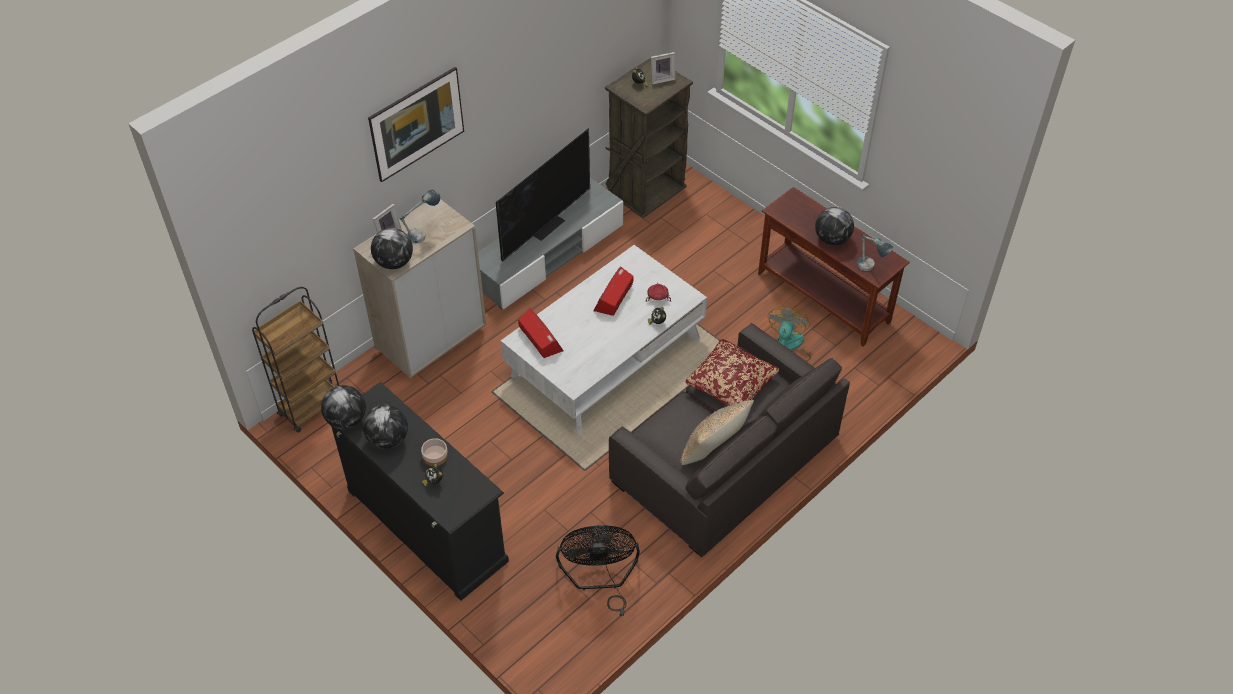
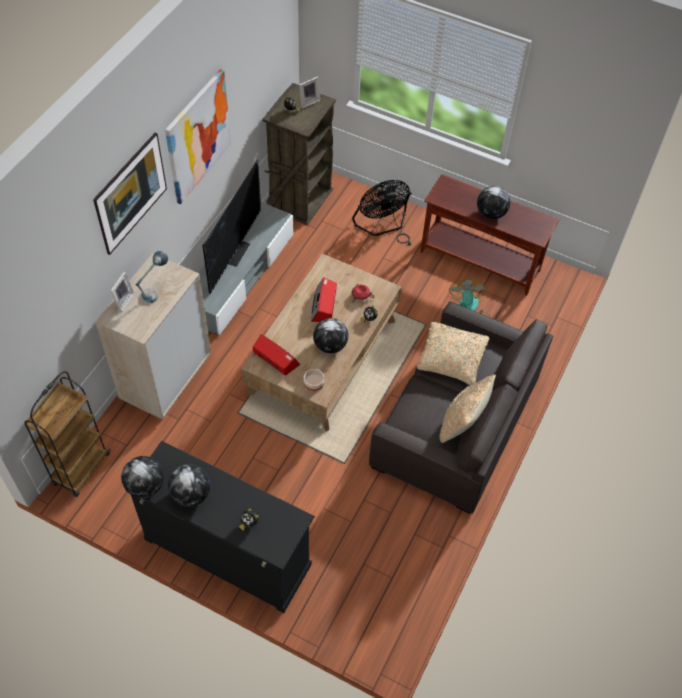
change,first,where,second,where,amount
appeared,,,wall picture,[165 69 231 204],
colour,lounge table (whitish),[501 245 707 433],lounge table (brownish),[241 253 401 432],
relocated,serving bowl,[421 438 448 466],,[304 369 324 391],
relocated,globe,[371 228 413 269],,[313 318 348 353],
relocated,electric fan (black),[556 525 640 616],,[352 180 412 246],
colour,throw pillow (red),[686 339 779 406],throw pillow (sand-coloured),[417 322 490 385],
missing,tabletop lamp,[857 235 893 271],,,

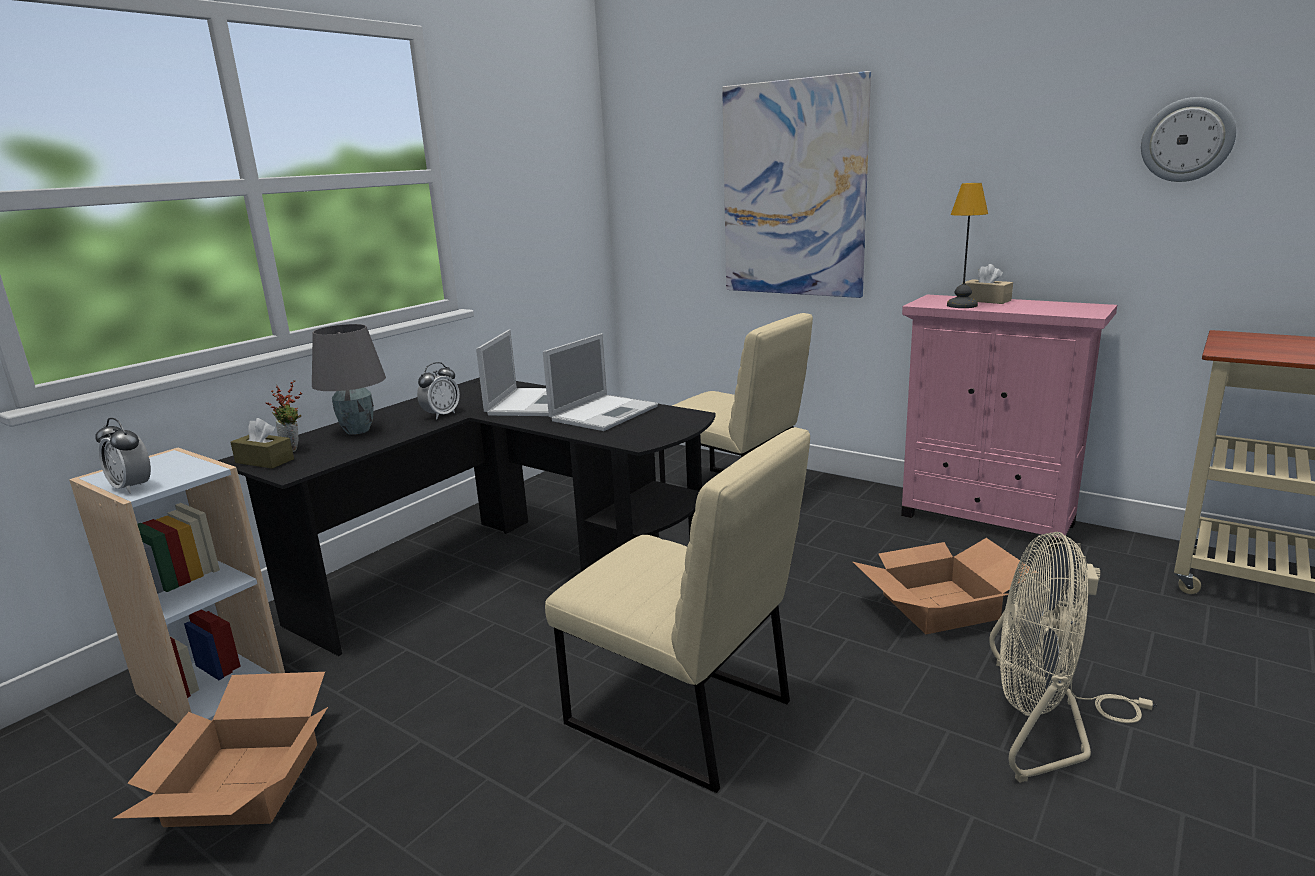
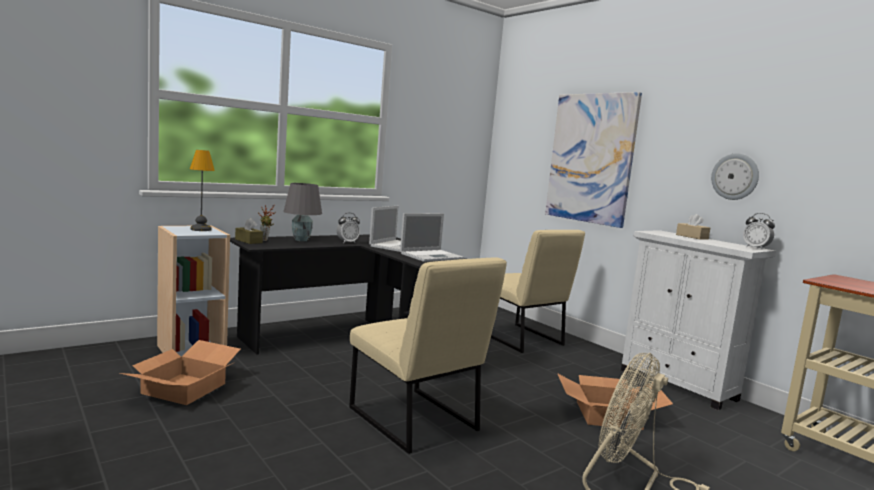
change,first,where,second,where,amount
relocated,tabletop lamp,[947 183 988 308],,[190 150 215 231],
colour,cupboard (pink-coloured),[901 295 1117 549],cupboard (whitish),[621 230 776 410],
relocated,wall clock,[1141 97 1236 182],,[711 153 759 200],
relocated,bedside clock,[95 418 151 494],,[743 213 775 249],

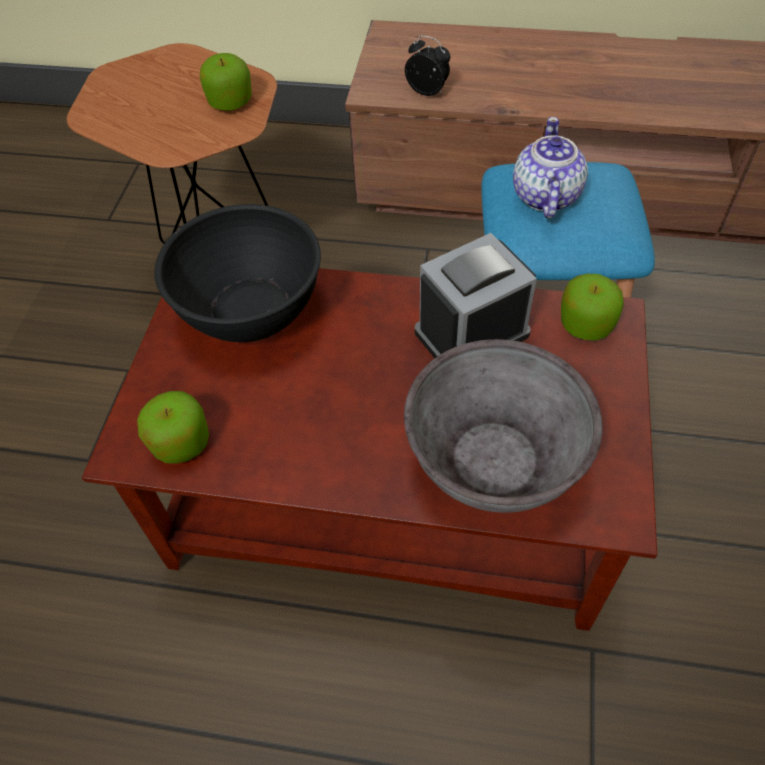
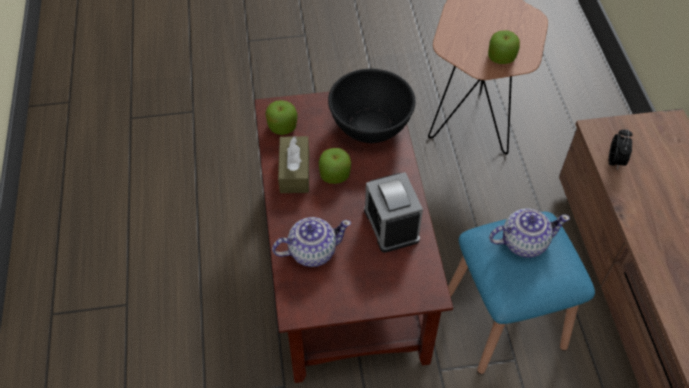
change,first,where,second,where,amount
exchanged,serving bowl (gray),[404 339 603 513],teapot,[272 217 351 267],
appeared,,,tissue holder (brownish),[278 136 309 193],
relocated,apple fruit,[561 274 624 340],,[319 148 351 184],
spun,bedside clock,[415 233 537 358],,[364 172 423 253],150 degrees counterclockwise

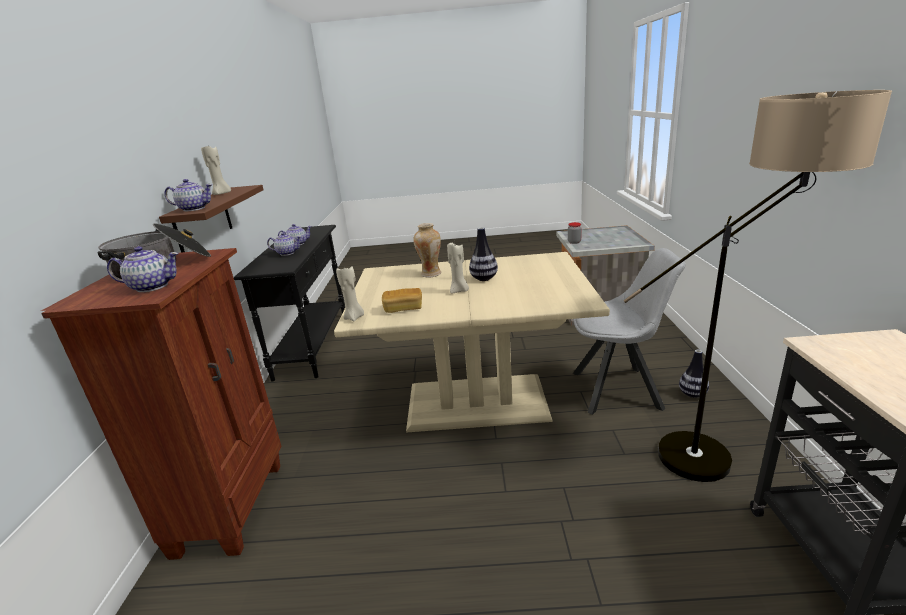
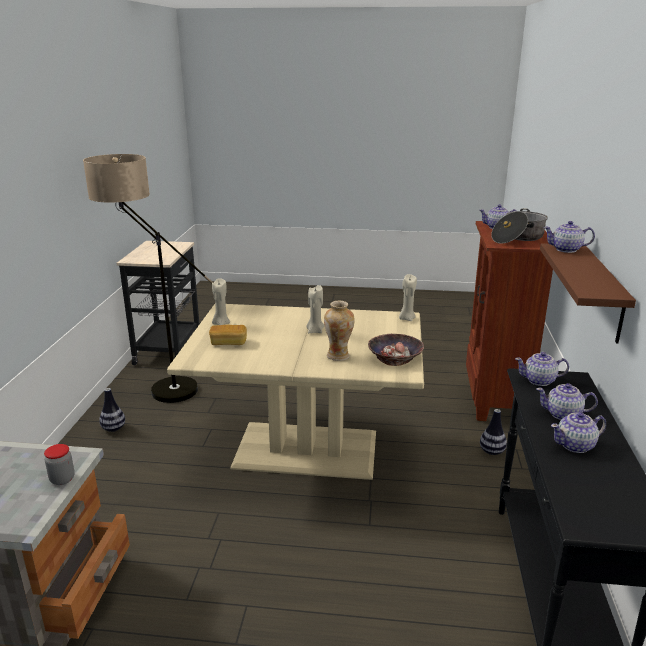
change,first,where,second,where,amount
relocated,bakery bread,[382 288 422 313],,[209 325 247 345],
relocated,wax candle (sand-coloured),[201 146 231 195],,[212 278 230 325],
appeared,,,serving bowl,[368 334 424 366],
relocated,decorative vase,[469 227 498 281],,[480 409 507 455],
appeared,,,teapot,[515 352 569 386],
missing,plain chair (gray),[573 248 686 415],,,

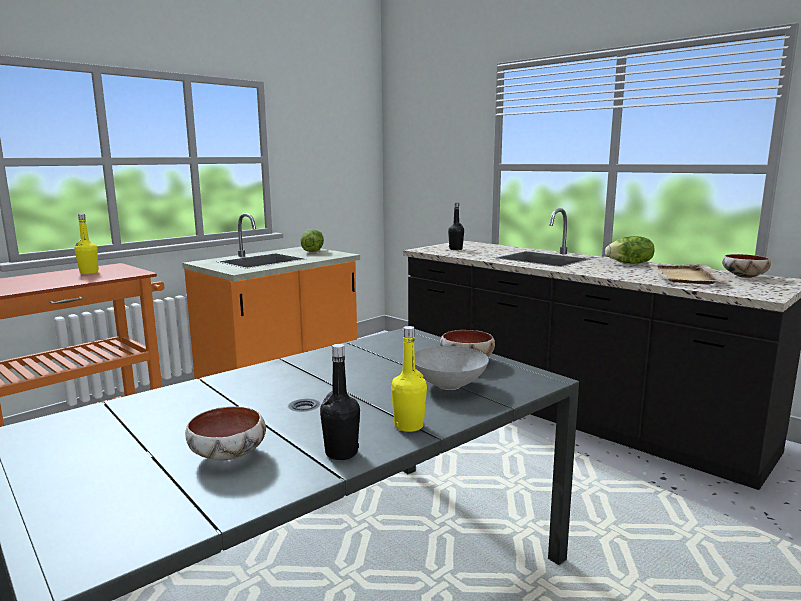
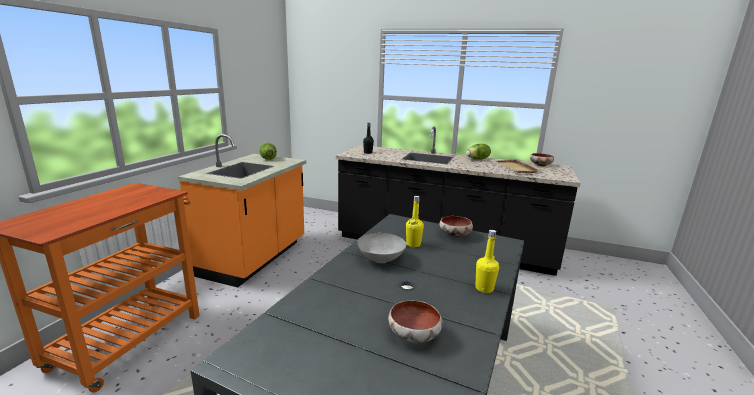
change,first,where,second,where,amount
relocated,serving bowl (gray),[415 346 489 390],,[357 233 406 263],
relocated,bottle (yellow-coloured),[75 214 99 274],,[406 196 424 247],
missing,bottle (black),[320 344 360 460],,,

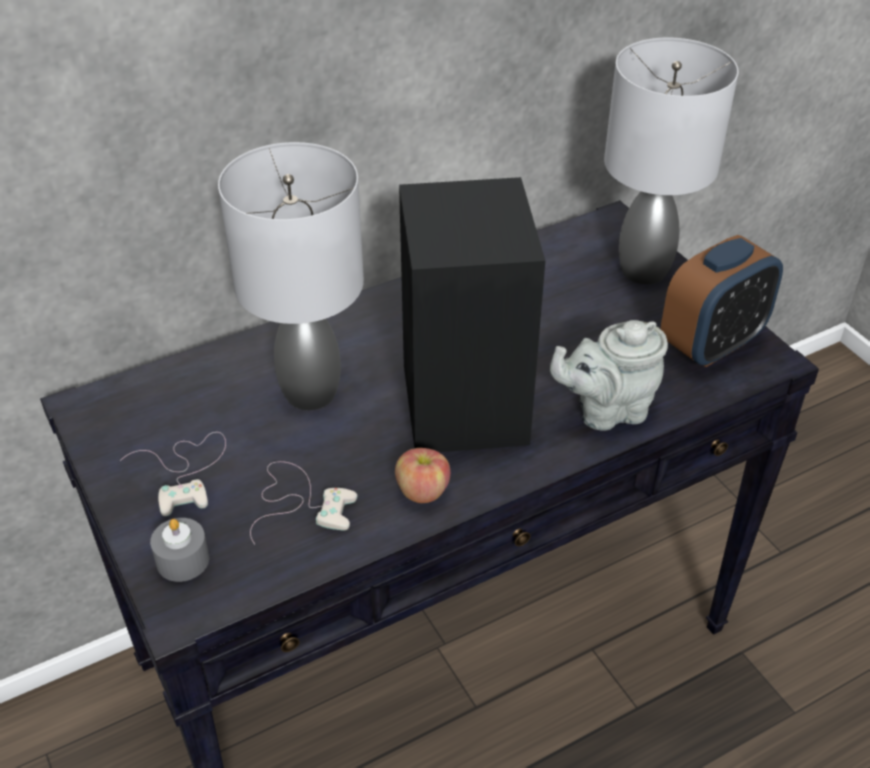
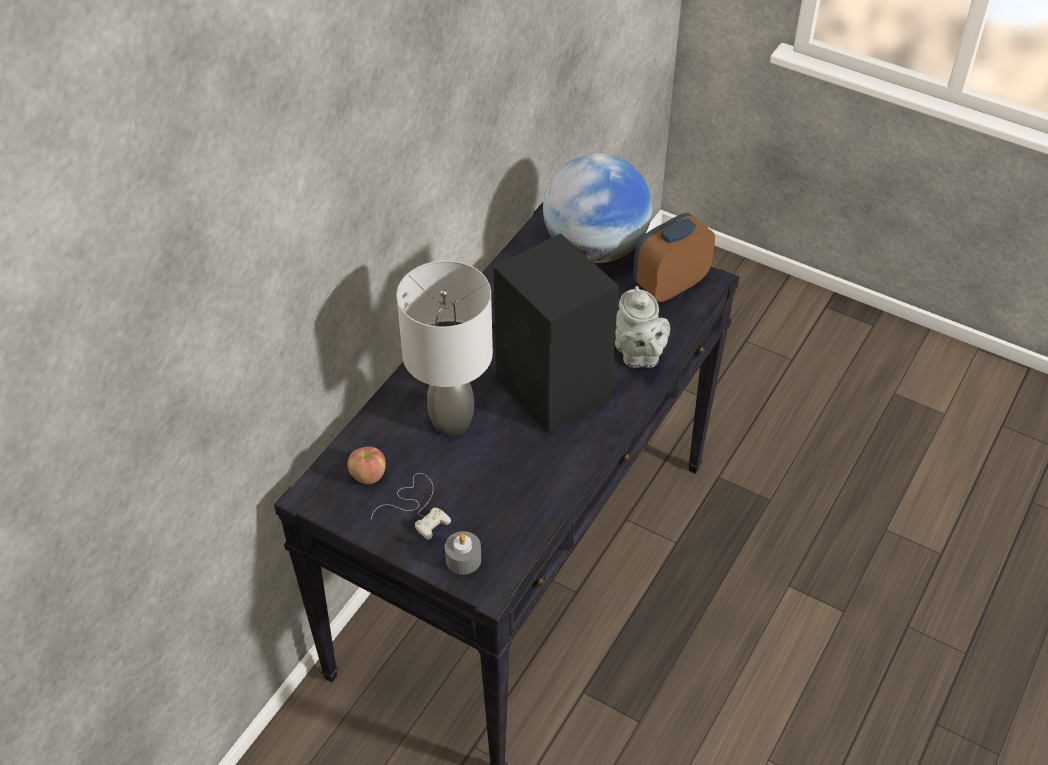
change,first,where,second,where,amount
relocated,apple fruit,[395 448 451 503],,[347 446 386 484],
exchanged,tabletop lamp (gray),[604 37 739 284],globe,[543 153 652 263],
spun,teapot (gray),[550 320 668 431],,[615 286 670 368],60 degrees counterclockwise
spun,bedside clock,[661 235 783 367],,[633 213 715 302],150 degrees counterclockwise
missing,joypad (whitish),[250 461 357 544],,,

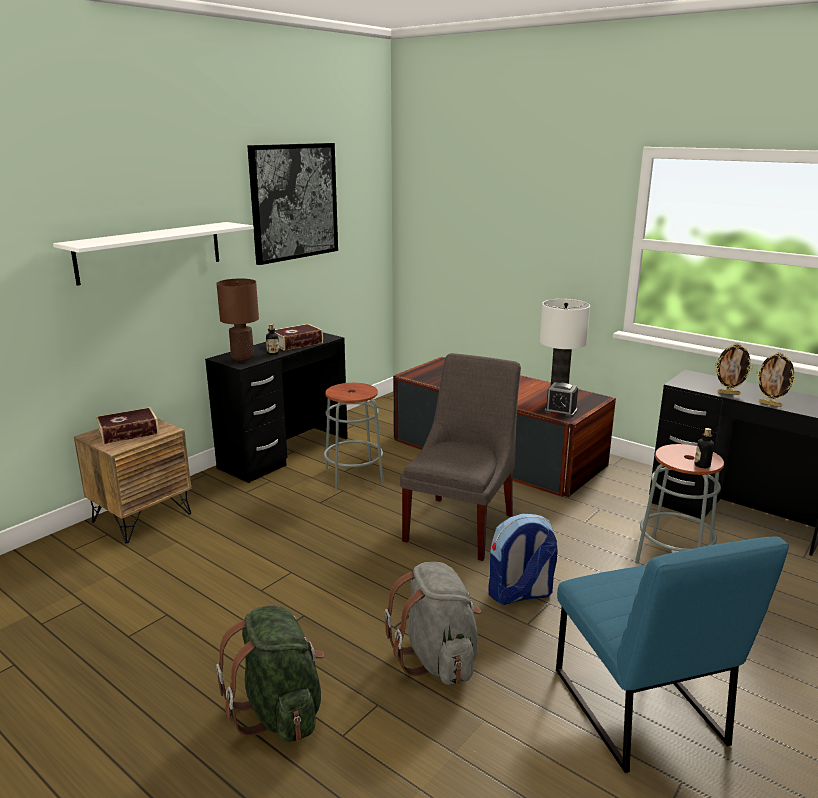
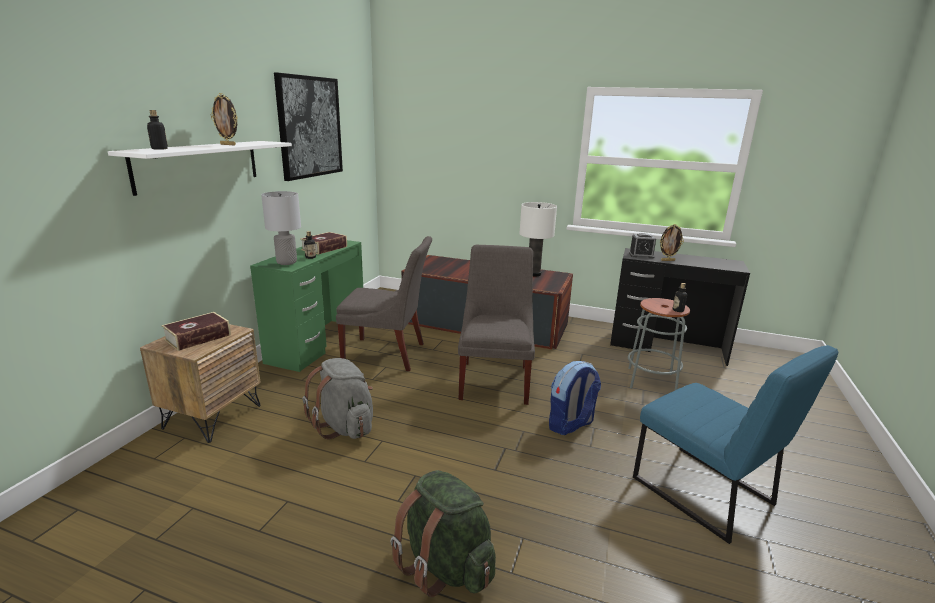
change,first,where,second,where,amount
appeared,,,bottle,[147 110 168 150],
relocated,standing frame,[756 352 796 407],,[211 93 238 145],
colour,desk (black),[205 333 348 483],desk (green),[250 240 363 372],
colour,tabletop lamp (brownish),[216 278 259 361],tabletop lamp (gray),[261 191 301 265],
relocated,backpack (gray),[385 562 481 685],,[303 358 373 439],
exchanged,stool (gray),[324 383 384 491],plain chair (gray),[336 236 432 371],
relocated,bedside clock,[545 382 578 417],,[629 233 656 258],

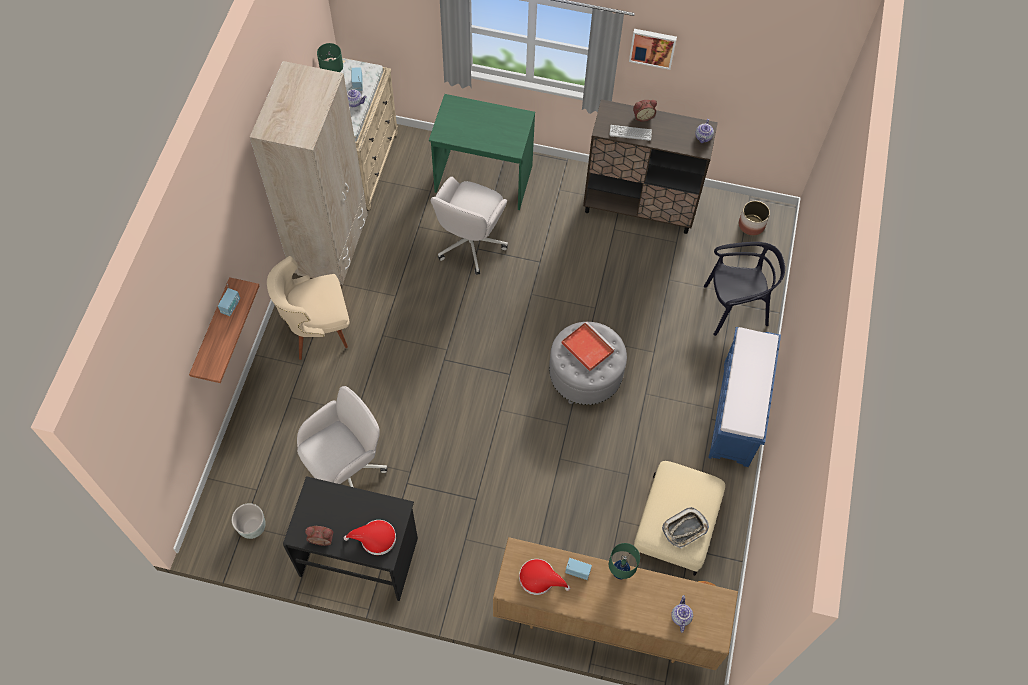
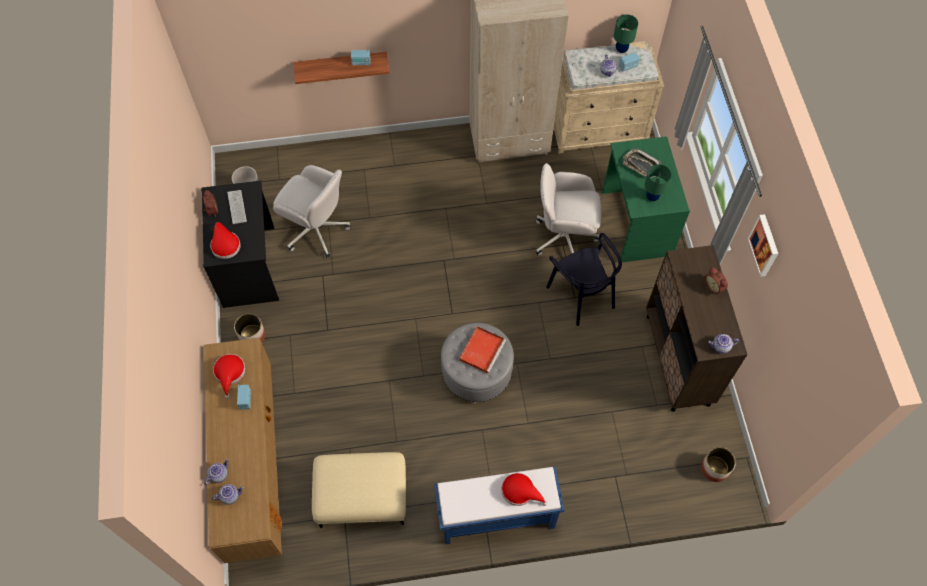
change,first,where,second,where,amount
appeared,,,teapot,[204 459 229 485],
relocated,computer keyboard,[609 125 652 141],,[227 190 247 224],
appeared,,,plant pot,[234 313 266 342],
appeared,,,wearable hat (red),[502 473 547 506],
relocated,plain chair (black),[704 242 785 336],,[546 233 622 326],
relocated,tray,[662 507 709 548],,[623 149 661 178],
relocated,tabletop lamp (green),[609 543 640 579],,[645 164 671 201],
missing,plain chair (sand-coloured),[267 256 349 360],,,

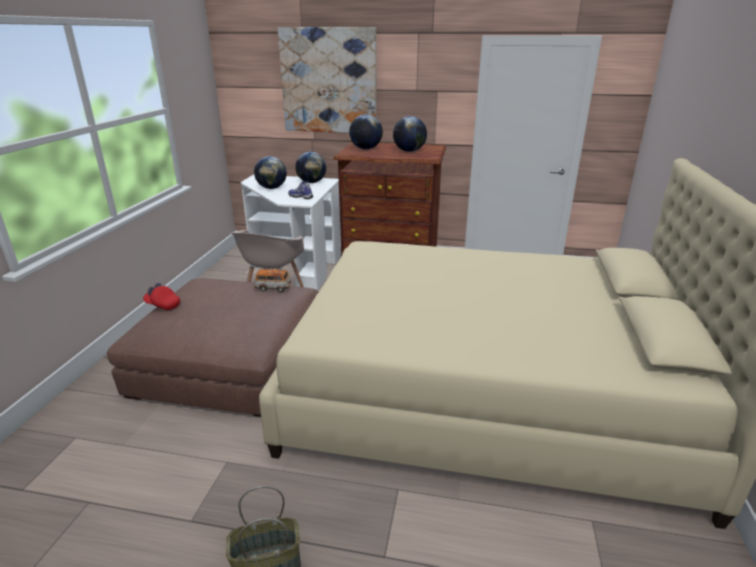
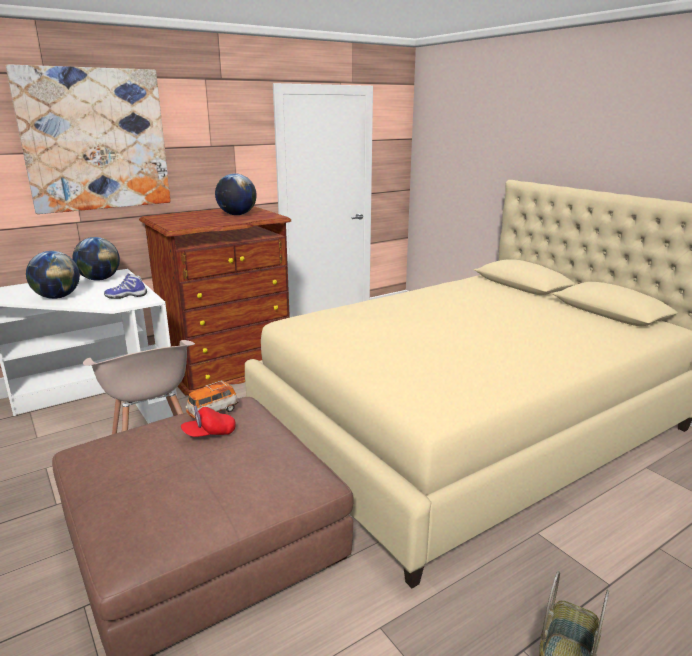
change,first,where,second,where,amount
relocated,peaked cap (red),[143 283 180 310],,[181 405 236 437],
missing,globe,[349 114 383 149],,,

